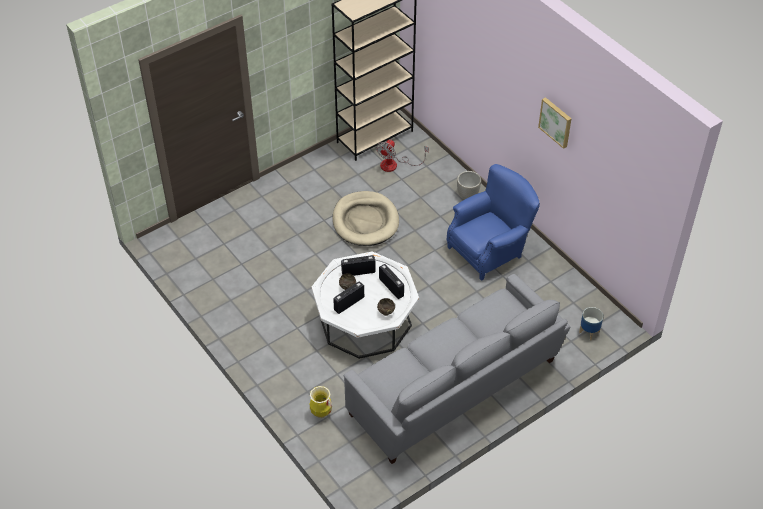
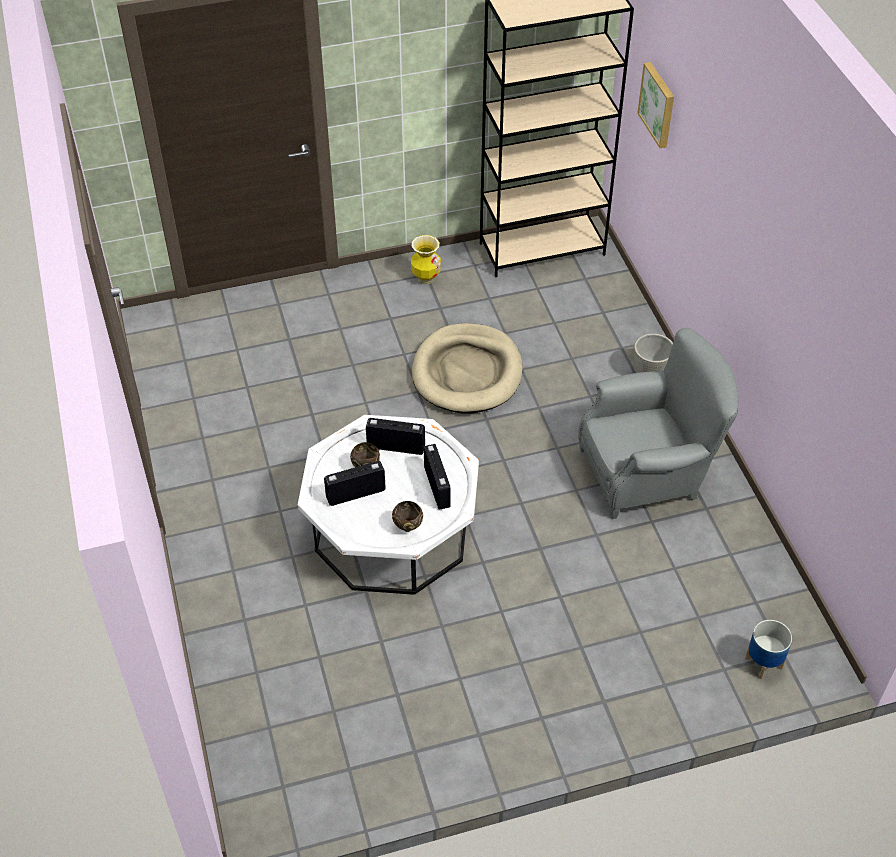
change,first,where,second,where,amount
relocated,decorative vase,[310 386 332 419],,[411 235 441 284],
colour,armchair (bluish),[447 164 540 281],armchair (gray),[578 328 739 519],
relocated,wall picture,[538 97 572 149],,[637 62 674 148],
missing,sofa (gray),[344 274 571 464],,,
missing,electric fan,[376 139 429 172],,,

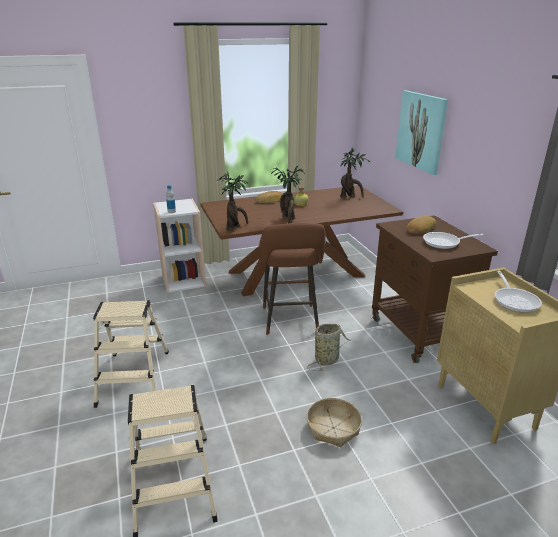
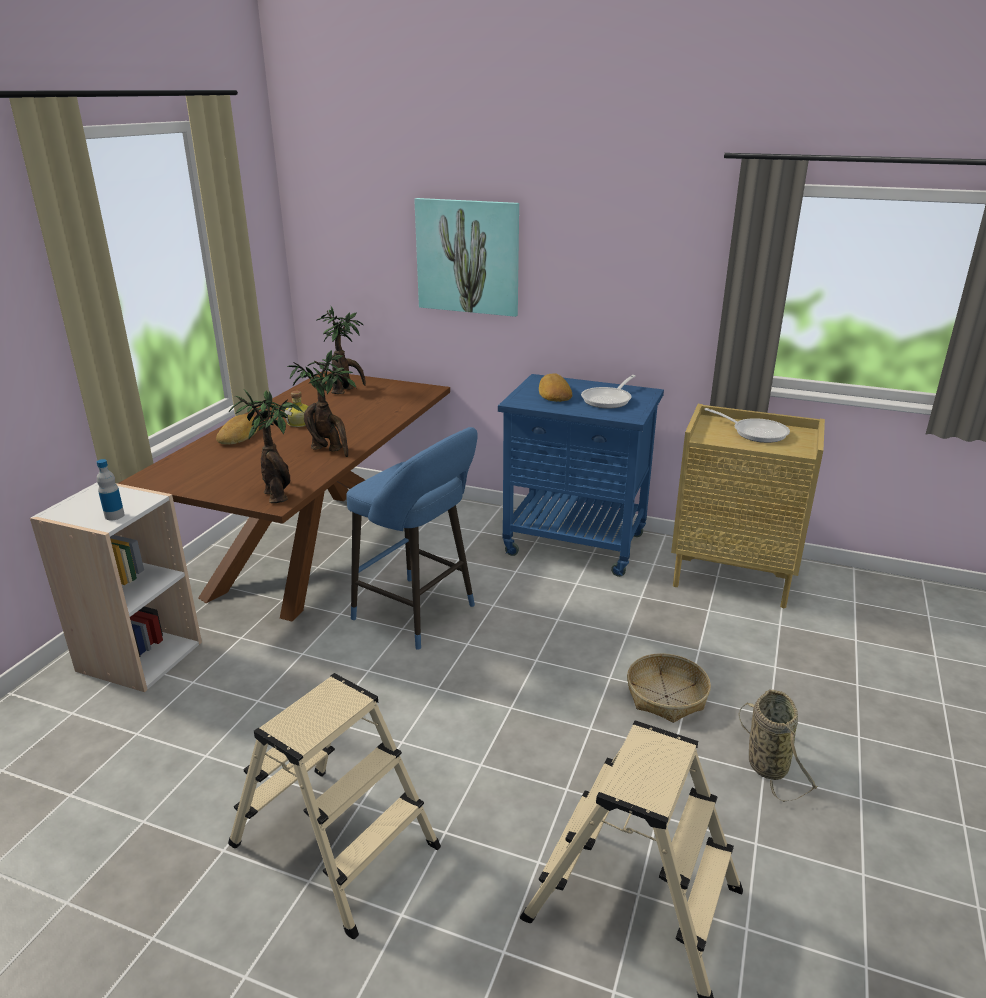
change,first,where,second,where,amount
colour,stool (brownish),[259 223 325 335],stool (bluish),[346 427 478 650],
colour,cart (brownish),[372 215 498 363],cart (bluish),[498 374 664 577],
relocated,storage basket,[307 324 351 371],,[738 689 818 802],

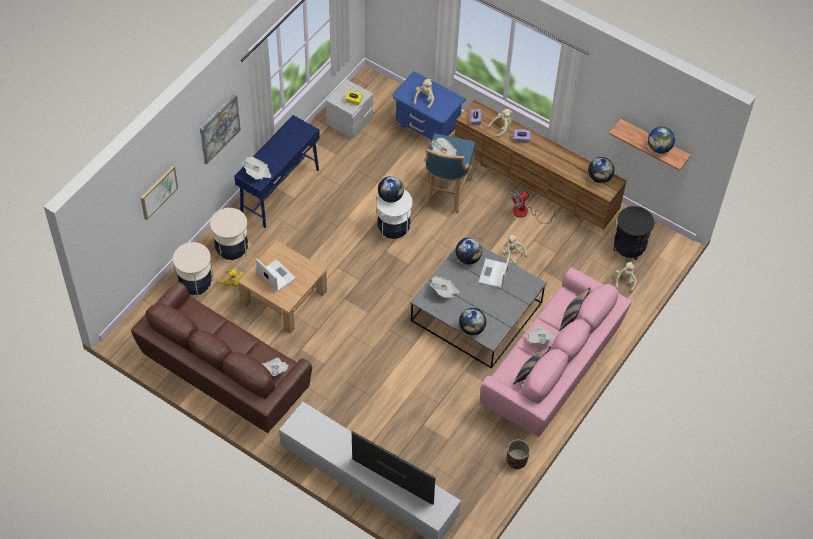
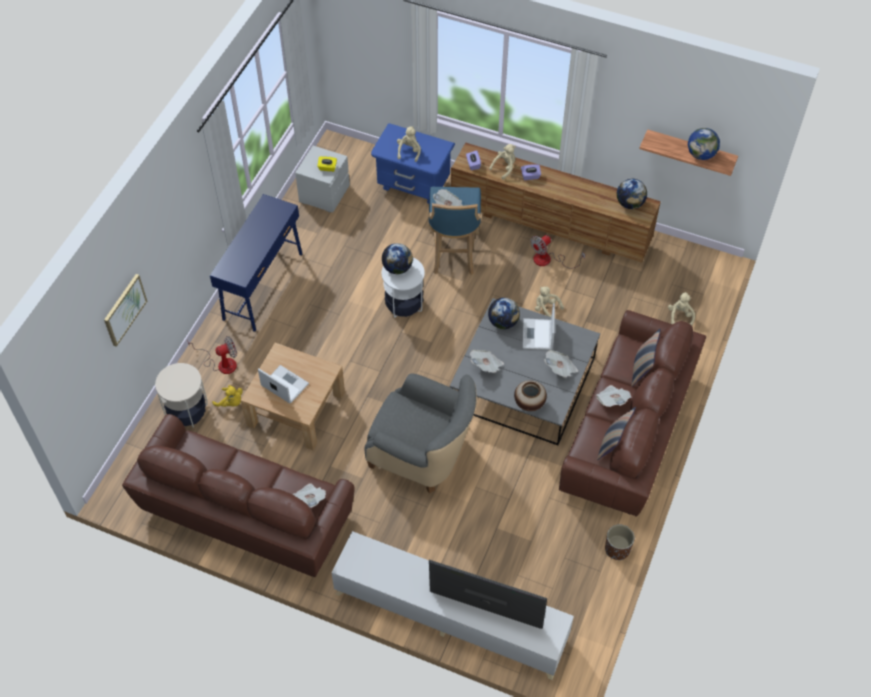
change,first,where,second,where,amount
exchanged,side table (sand-coloured),[210 208 248 260],electric fan,[187 336 237 374],
appeared,,,armchair (gray),[364 373 477 494],
exchanged,globe,[459 308 486 335],decorative vase,[514 380 547 411],
relocated,newspaper,[242 157 272 180],,[544 350 578 378],
colour,sofa (pink-coloured),[481 267 632 437],sofa (brownish),[559 310 706 516],
missing,wall picture,[200 94 241 164],,,
missing,side table (black),[614 206 654 260],,,

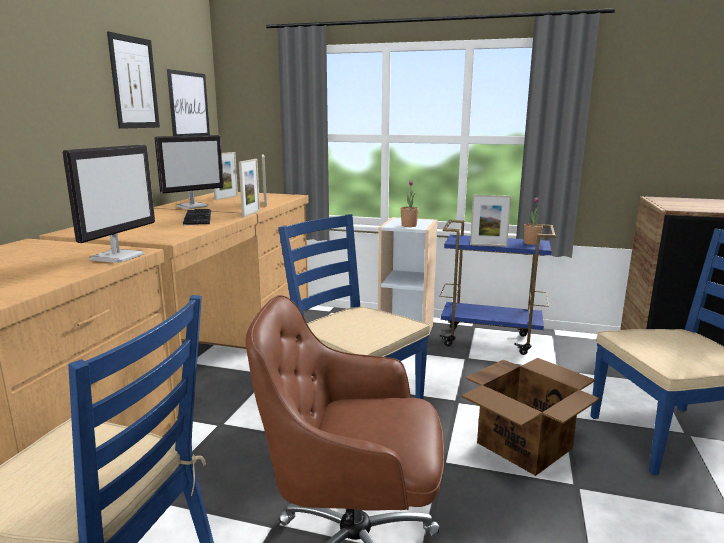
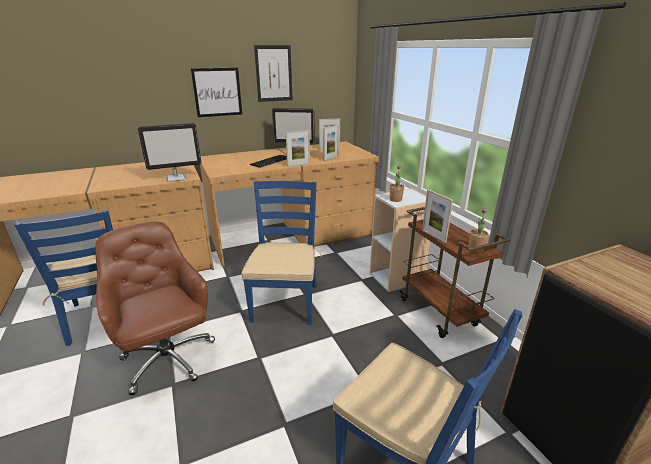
change,first,where,second,where,amount
relocated,wall picture,[167 69 210 136],,[191 68 242 117],
colour,cart (bluish),[439 220 556 355],cart (brownish),[399 207 510 338],
missing,cardboard box,[462 358 600 476],,,

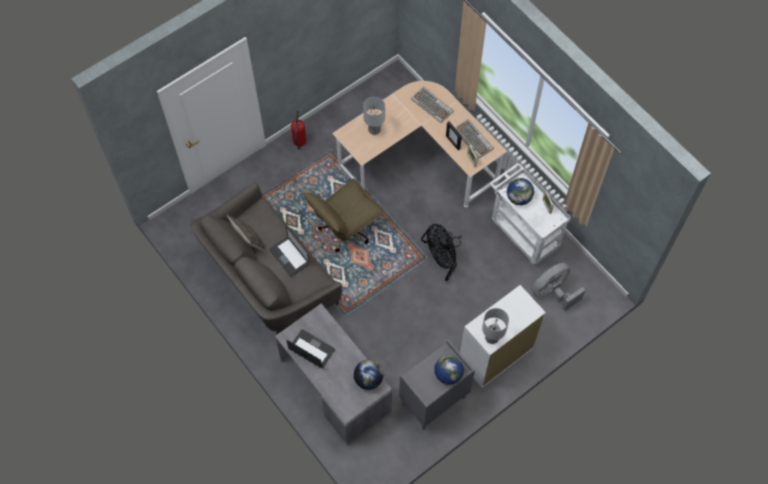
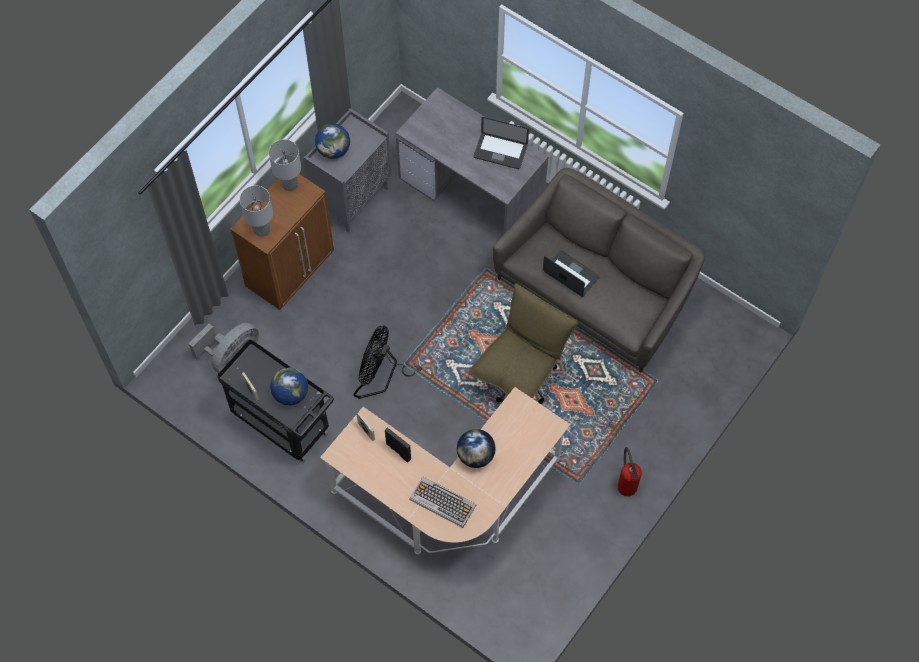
change,first,where,second,where,amount
colour,cart (whitish),[490 163 570 265],cart (black),[217 340 334 462],
colour,cupboard (whitish),[460 285 546 387],cupboard (brownish),[230 174 334 310],
relocated,tabletop lamp (gray),[363 97 385 135],,[240 186 273 236],
spun,electric fan (black),[421 224 463 281],,[353 326 422 399],120 degrees counterclockwise
relocated,globe,[354 360 383 390],,[457 429 496 468],
missing,throw pillow,[227 215 266 252],,,
missing,computer keyboard,[455 119 494 158],,,

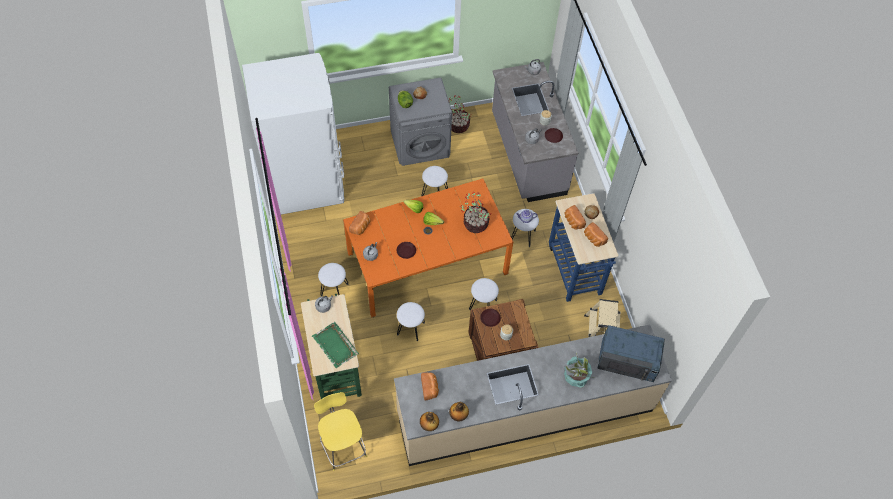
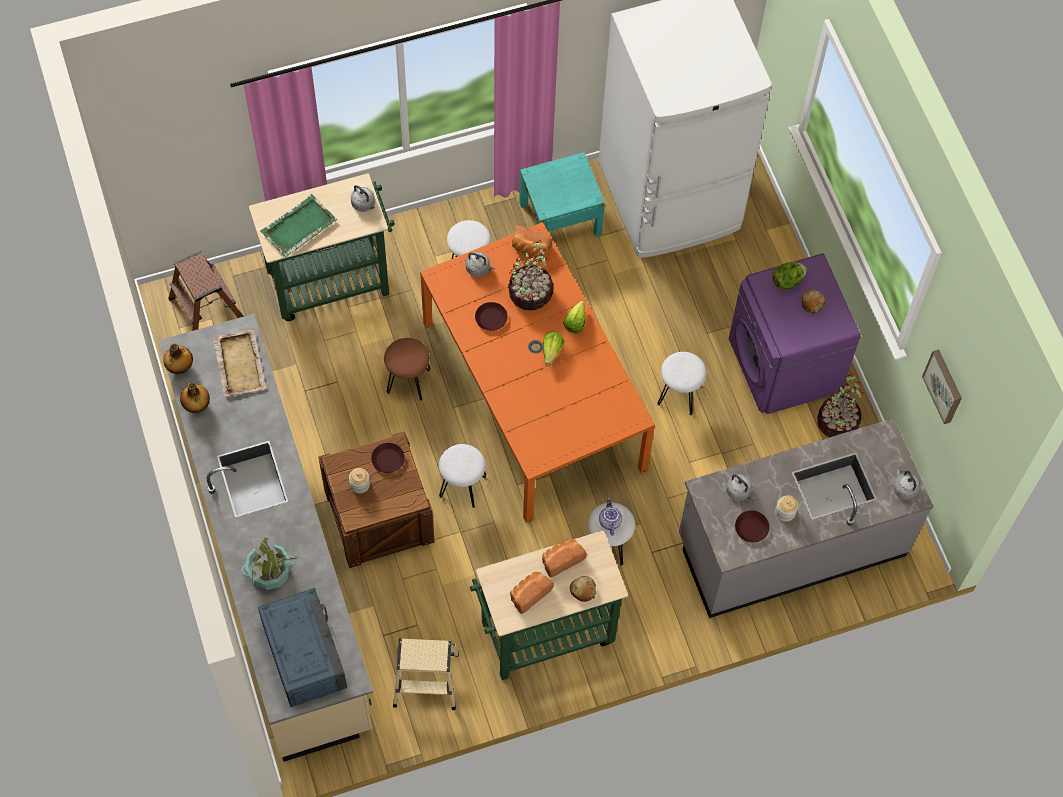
change,first,where,second,where,amount
exchanged,stool (yellow-coloured),[314 392 367 471],step ladder (brownish),[168 250 244 331],
exchanged,bakery bread,[421 372 439 401],tray (sand-coloured),[213 329 267 396],
spun,kitchen microwave (bluish),[598 325 665 382],,[258 588 347 707],150 degrees clockwise
colour,stool (whitish),[397 302 425 341],stool (brownish),[384 338 430 401],
colour,cart (bluish),[549 193 618 302],cart (green),[470 531 628 680],
relocated,plant in a pot,[460 191 491 233],,[508 240 553 311],
appeared,,,nightstand (turquoise-coloured),[519 152 605 237],
colour,laundry appliance (gray),[389 78 452 166],laundry appliance (purple),[729 253 861 414],
appeared,,,wall picture,[922 349 962 424],

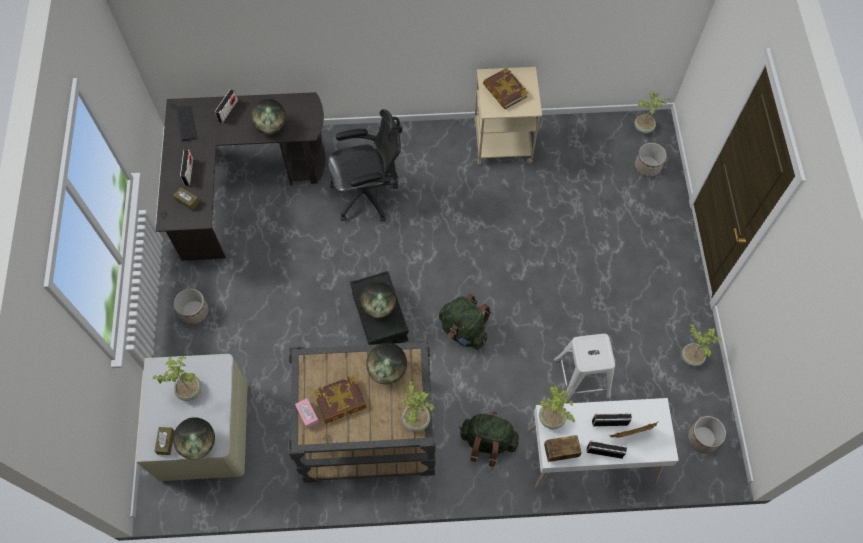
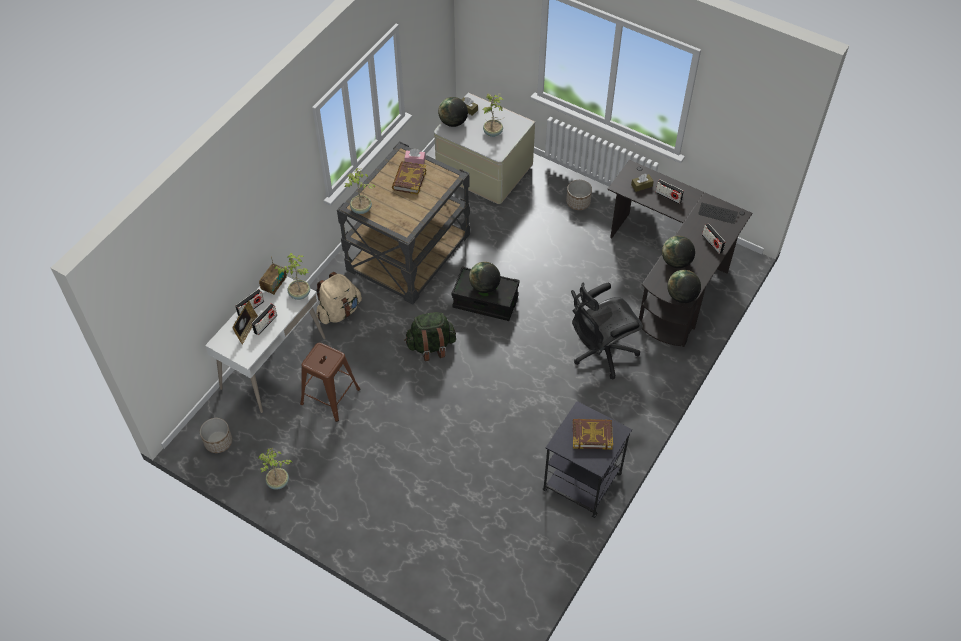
change,first,where,second,where,amount
colour,stool (whitish),[554 334 615 402],stool (brownish),[300 343 360 422],
colour,backpack (green),[459 411 519 467],backpack (sand-coloured),[316 272 362 324],
colour,cart (sand-coloured),[474 67 542 165],cart (black),[543 401 632 518],
spun,office chair,[328 109 402 222],,[571 283 643 380],45 degrees clockwise
relocated,globe,[366 343 407 384],,[667 270 701 303],
missing,plant in a pot,[634 91 669 134],,,
missing,plant pot,[635 143 667 177],,,

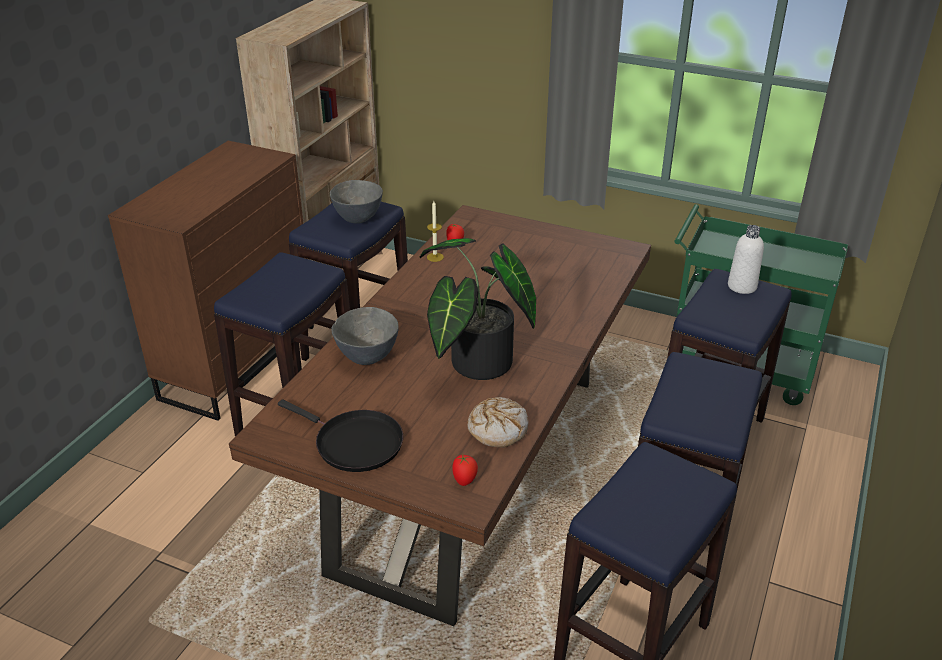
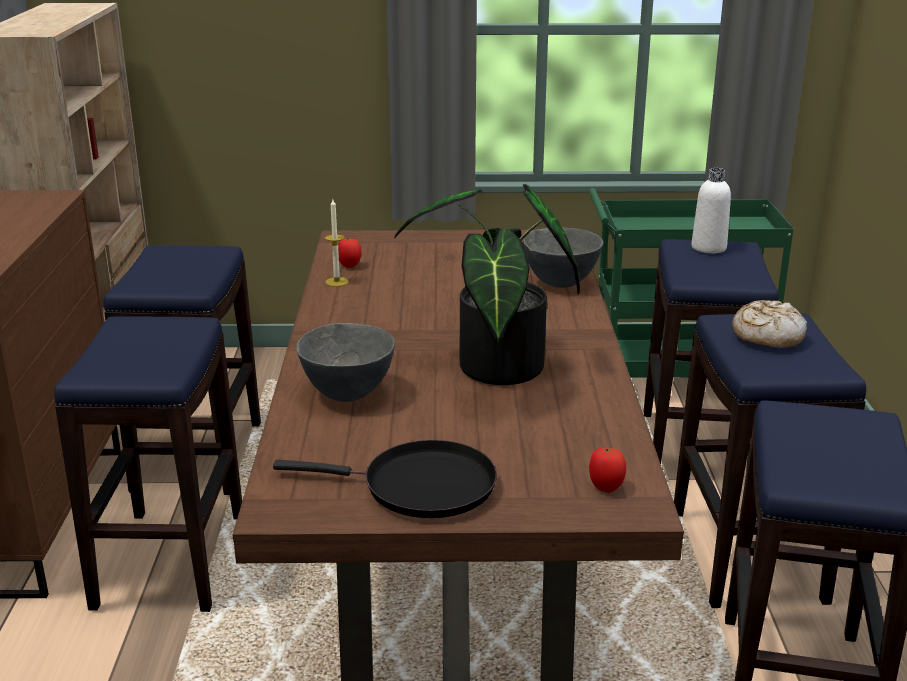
change,first,where,second,where,amount
relocated,serving bowl (gray),[330 180 383 224],,[523 228 603 288],
relocated,bakery bread,[467 397 528 448],,[732 300 807 348],

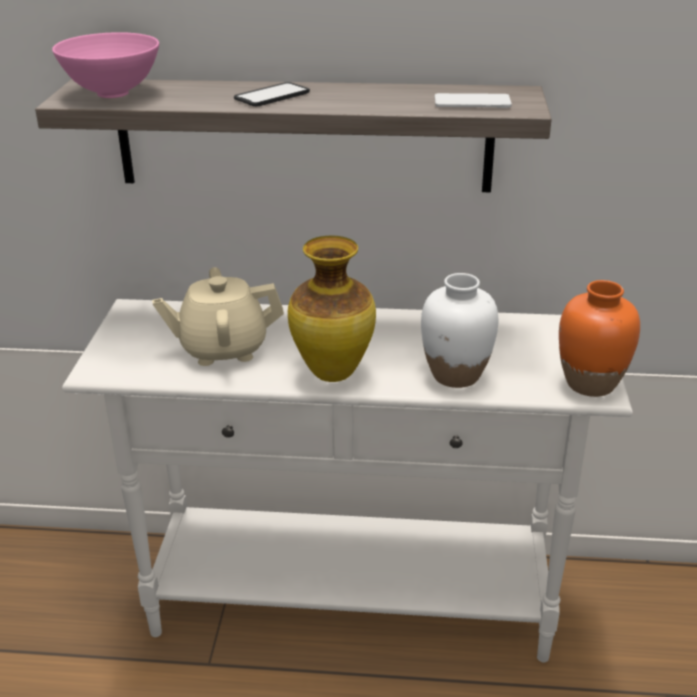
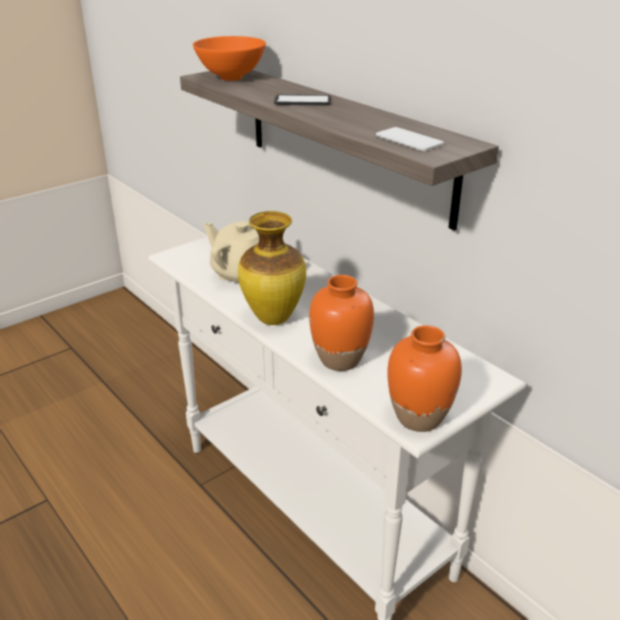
change,first,where,second,where,amount
colour,serving bowl (pink-coloured),[52 32 159 98],serving bowl (orangey),[193 36 266 81],
colour,decorative vase (whitish),[421 273 499 388],decorative vase (orangey),[309 275 374 371],

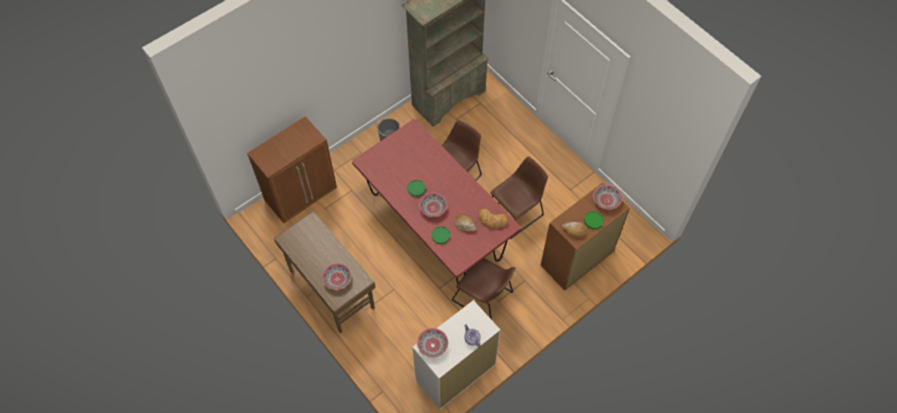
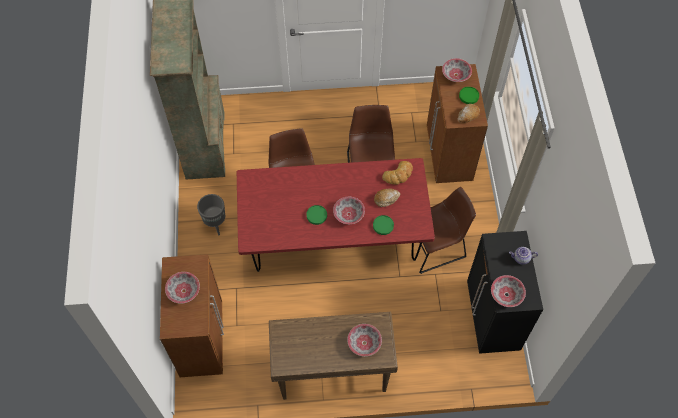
change,first,where,second,where,amount
appeared,,,serving bowl,[165 272 200 304],
colour,cupboard (whitish),[412 300 500 409],cupboard (black),[467 231 543 354],

